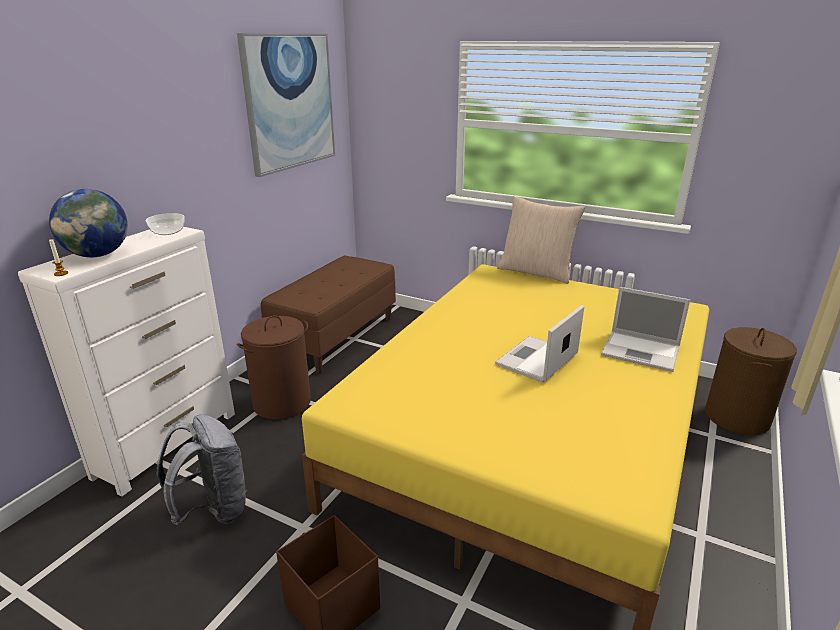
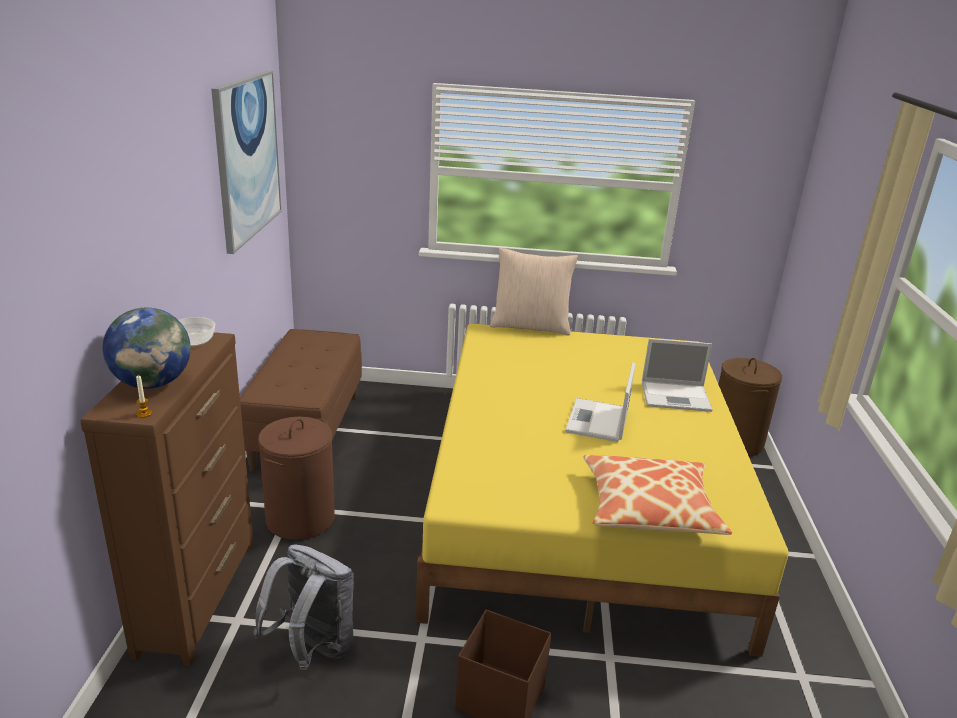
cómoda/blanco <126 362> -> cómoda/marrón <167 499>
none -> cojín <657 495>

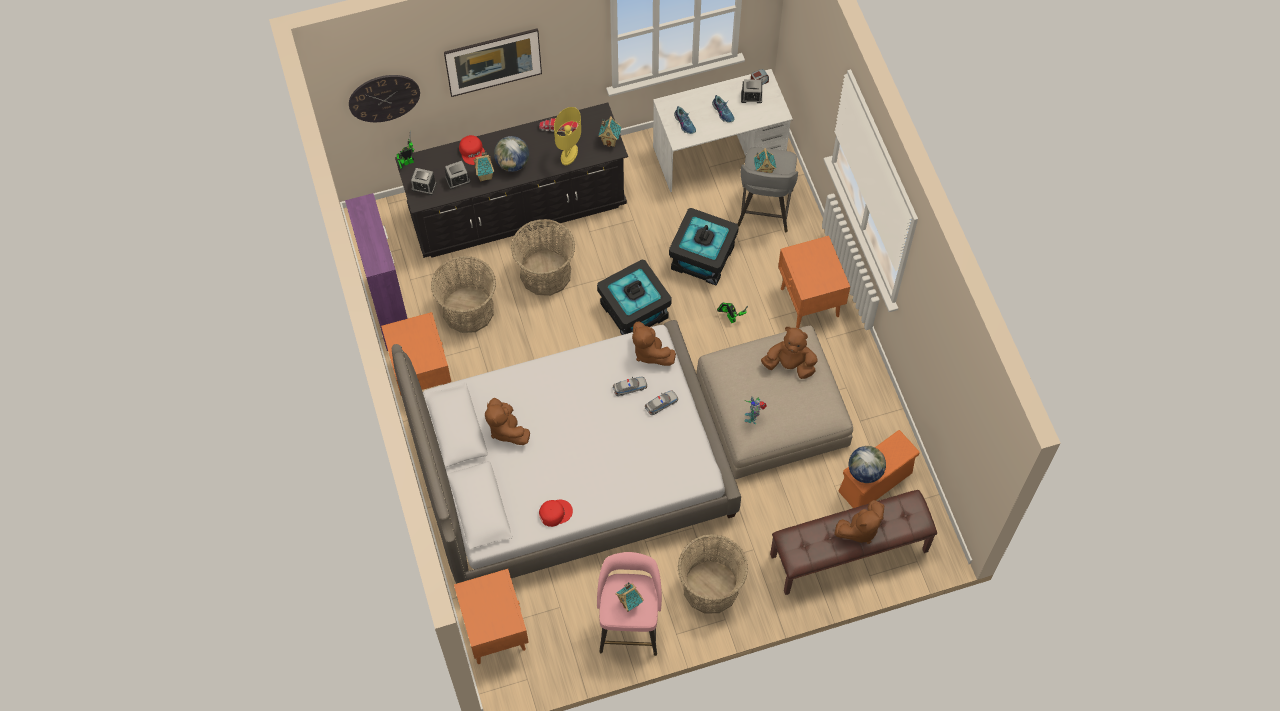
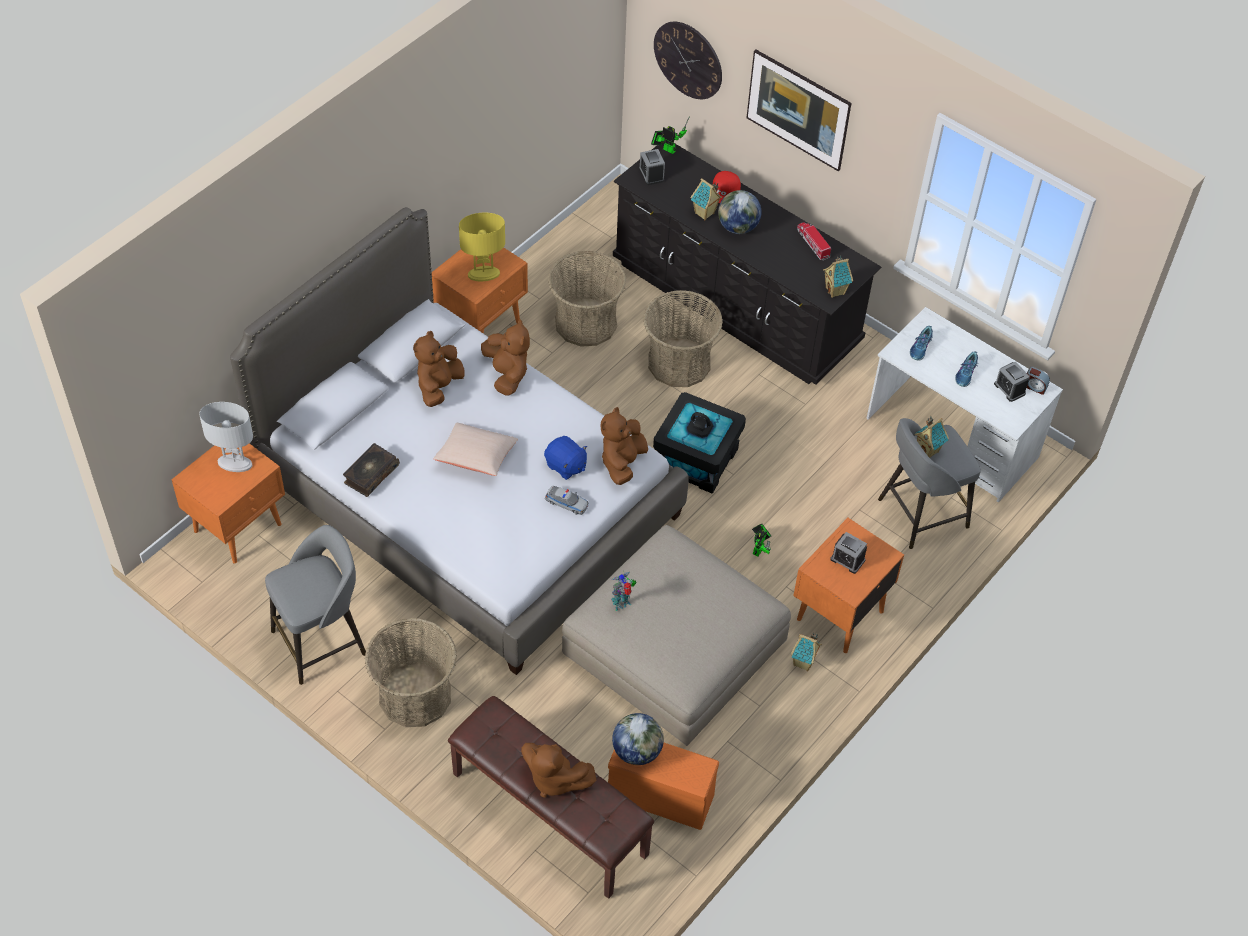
none -> lámpara de mesa/blanco <226 437>
taburete/rosa <629 604> -> taburete/gris <315 605>
gorra/rojo <556 513> -> libro <371 470>
none -> cojín/beis <476 449>
lámpara de mesa/amarillo <567 136> -> lámpara de mesa/amarillo <482 247>, move
peluche/marrón <789 353> -> peluche/marrón <505 357>, move
coche de juguete <630 386> -> peluche/azul <565 458>
casita <630 597> -> casita <806 652>, move
despertador <457 175> -> despertador <848 553>, move
armario/morado <376 272> -> none
caja de almacenaje/negro <704 247> -> none

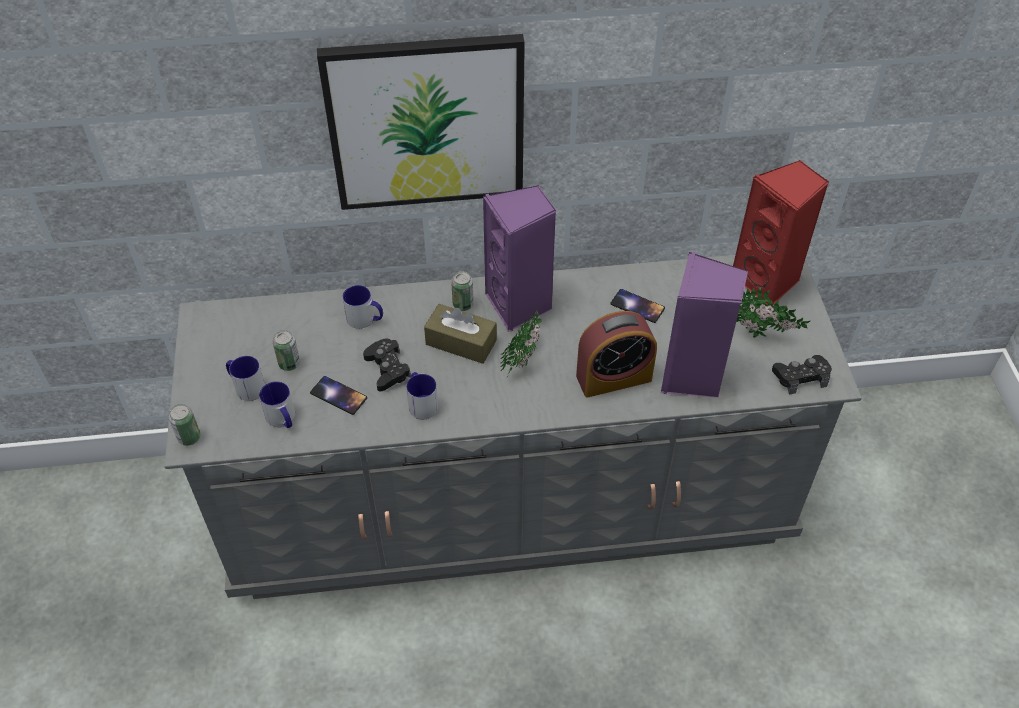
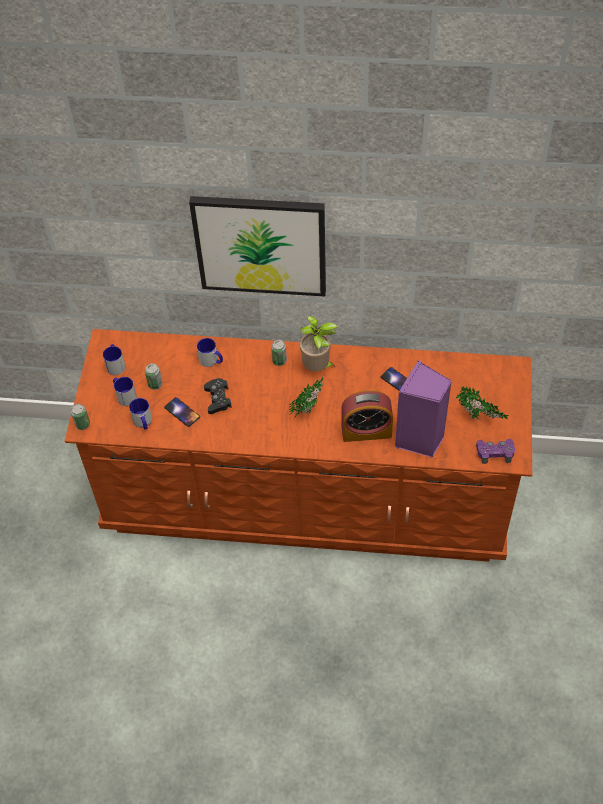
cómoda/gris <513 427> -> cómoda/marrón <298 445>
taza grande <422 395> -> taza grande <114 359>, move
altavoz/morado <520 258> -> planta en maceta <319 344>
mando de consola/negro <802 375> -> mando de consola/morado <495 451>
caja de pañuelos/marrón <460 334> -> none
altavoz/rojo <781 233> -> none

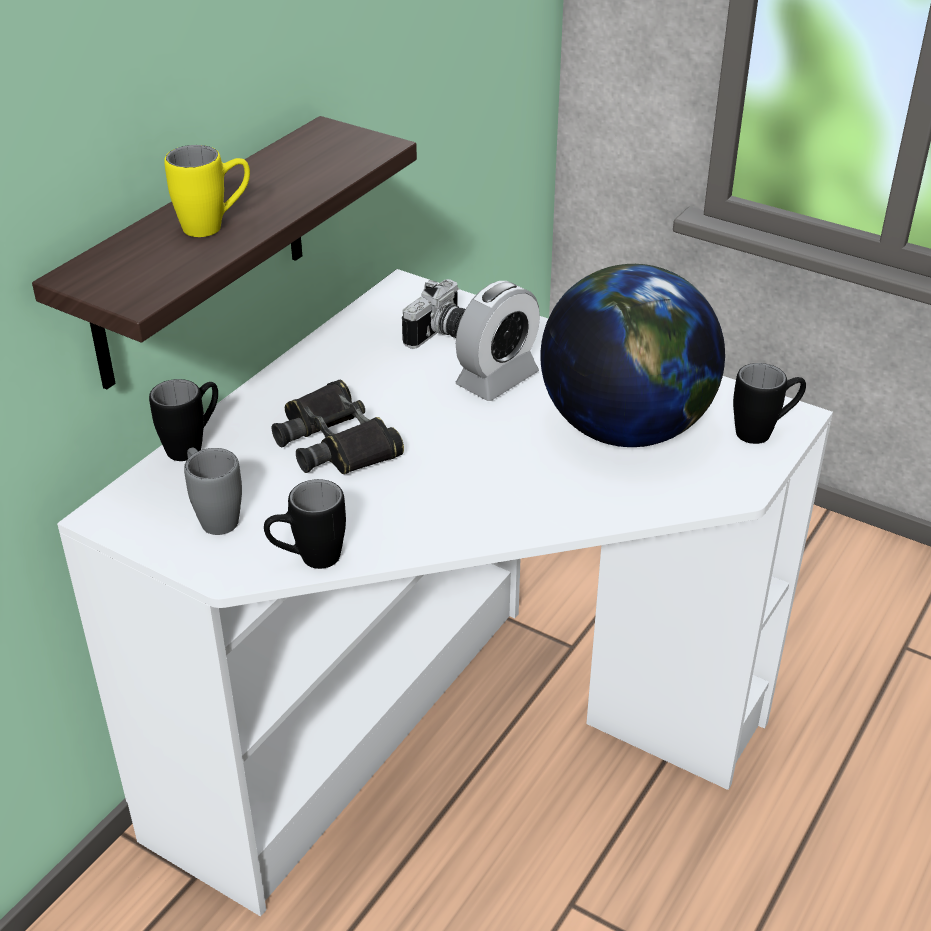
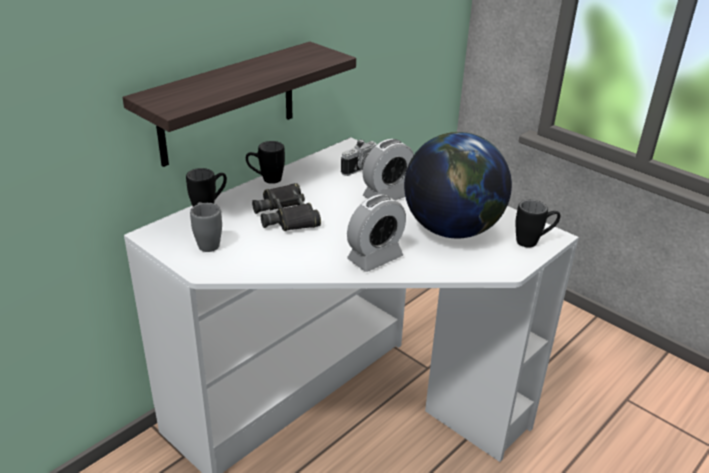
taza grande/negro <305 524> -> taza grande/negro <265 162>, move
none -> despertador <376 233>
taza grande/amarillo <207 191> -> none

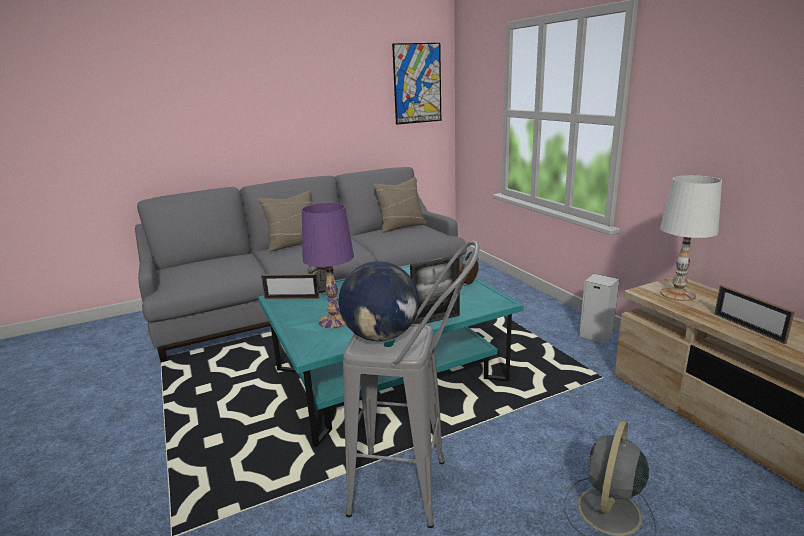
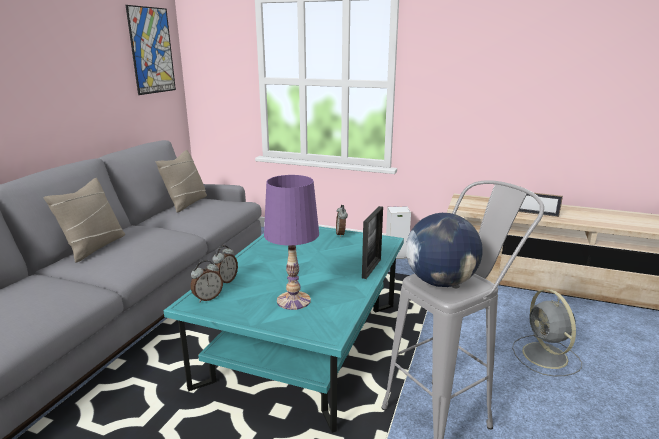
portarretratos <290 286> -> despertador <207 281>
lámpara de mesa/blanco <691 238> -> none

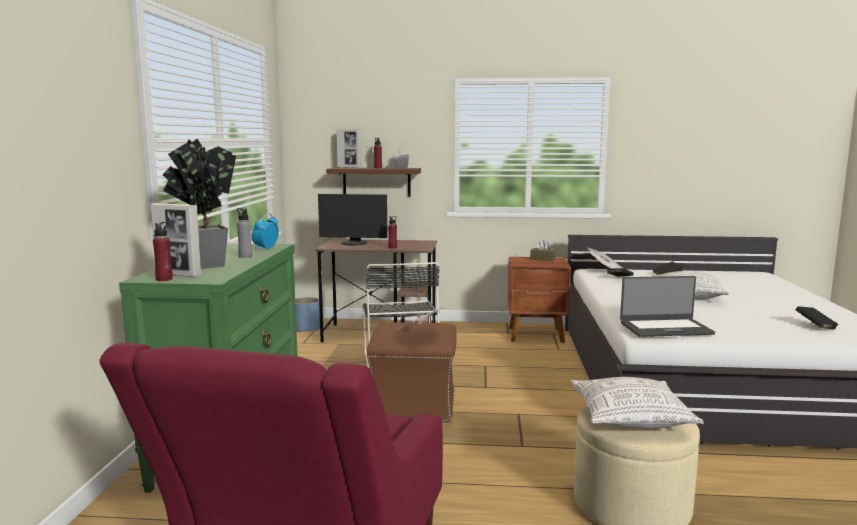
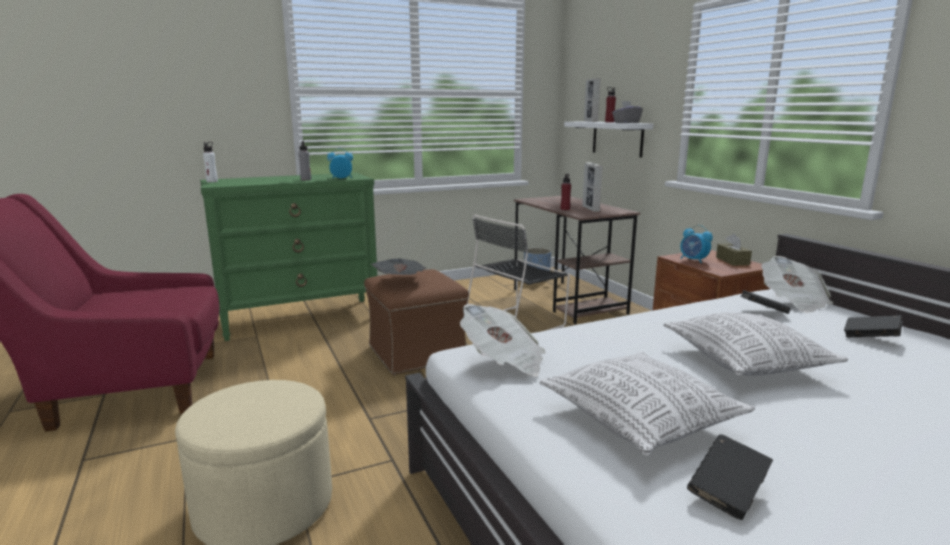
botella/rojo <163 251> -> botella/blanco <210 162>
portátil <667 306> -> periódico <502 340>
cojín <637 403> -> cojín <647 404>, move
estante/marrón <373 182> -> estante/blanco <608 139>
portarretratos <176 240> -> portarretratos <592 187>, move
none -> despertador <696 244>
planta en maceta <199 204> -> none
monitor <353 219> -> none

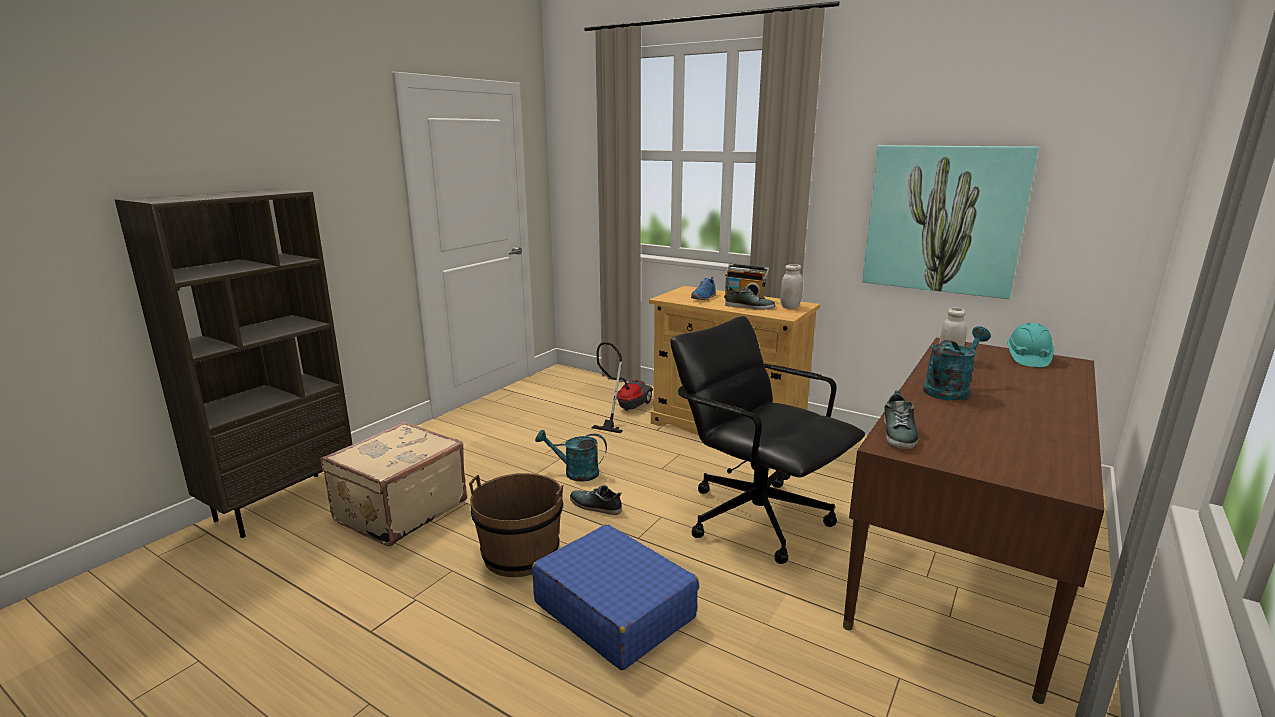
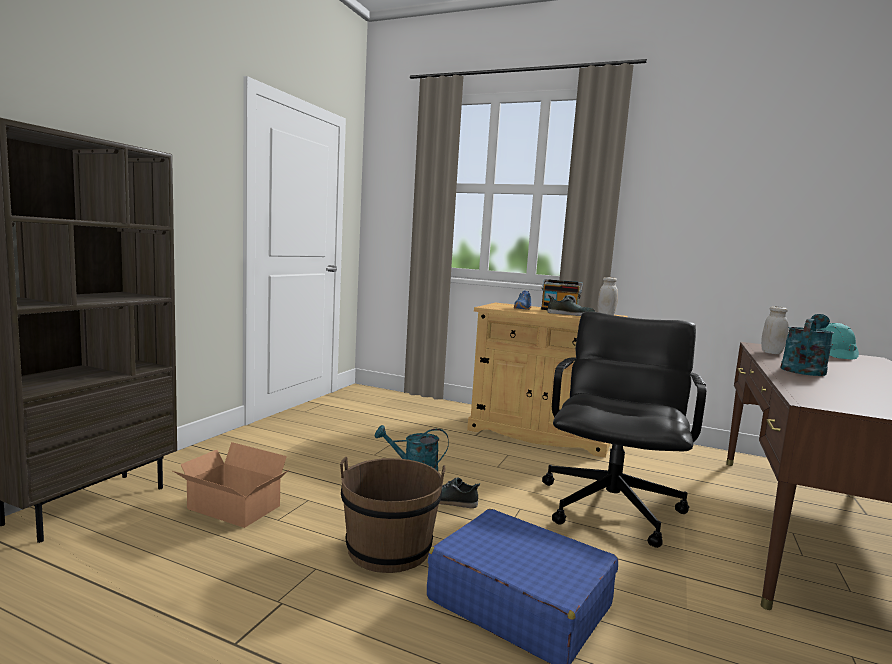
maleta/beis <394 484> -> caja de cartón <231 485>
silla de oficina/negro <768 440> -> silla de oficina/negro <624 430>, 75 degrees clockwise
aspiradora <622 387> -> none
cuadro <950 222> -> none
zapato <901 419> -> none

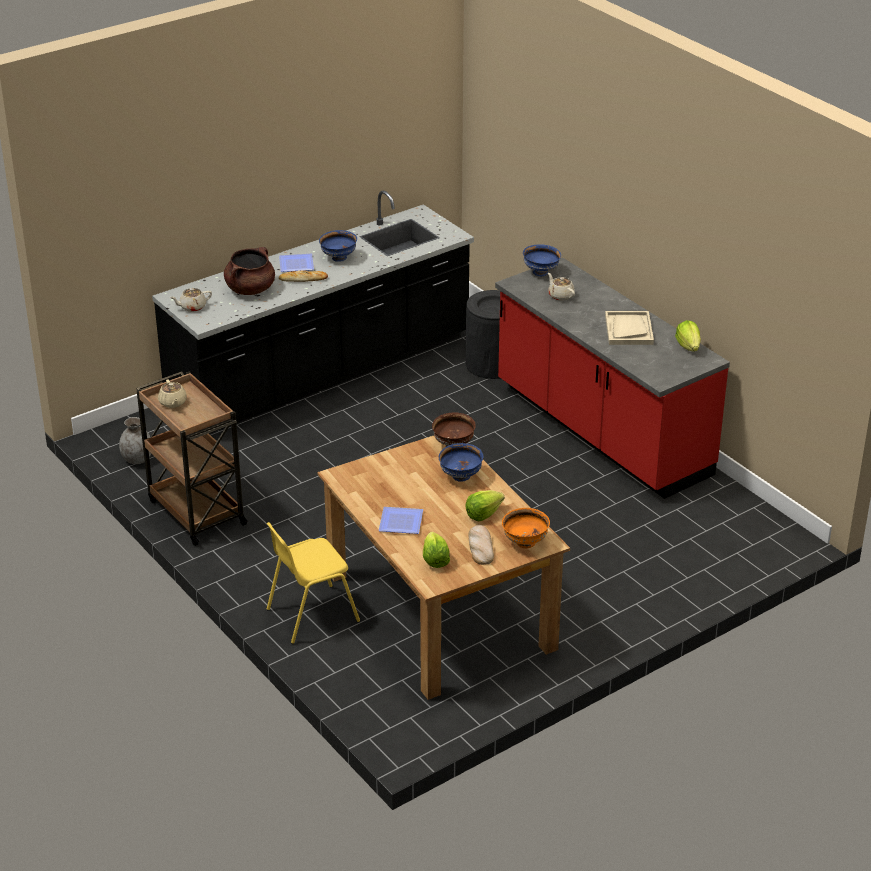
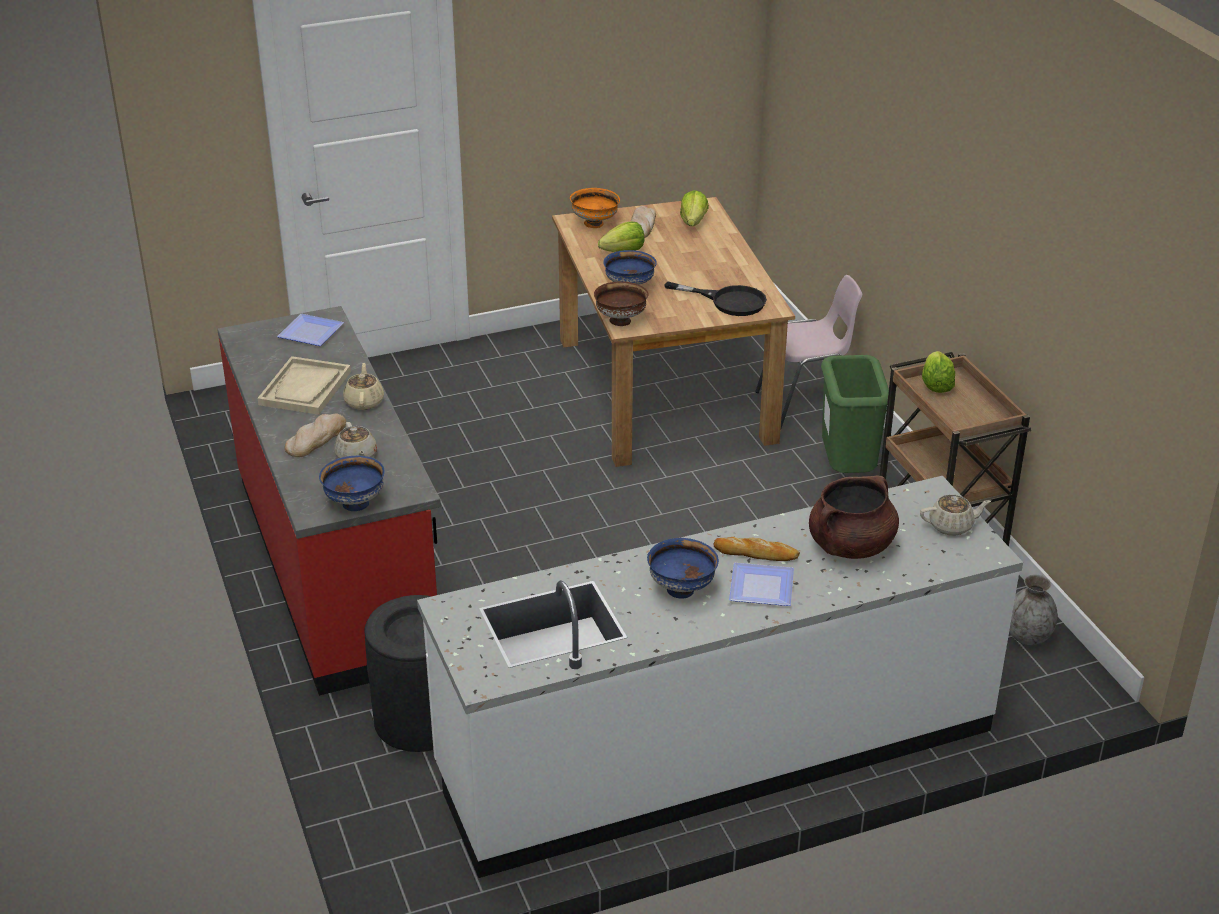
plato <401 520> -> plato <310 330>, move
none -> pan <315 435>
tetera/beis <172 393> -> tetera/beis <363 386>, move
mueble bajo de cocina/negro <313 312> -> mueble bajo de cocina/blanco <720 677>
none -> sartén/negro <715 299>
silla/amarillo <313 583> -> silla/rosa <808 351>
none -> papelera/verde <855 414>
lechuga <688 335> -> lechuga <938 372>, move

